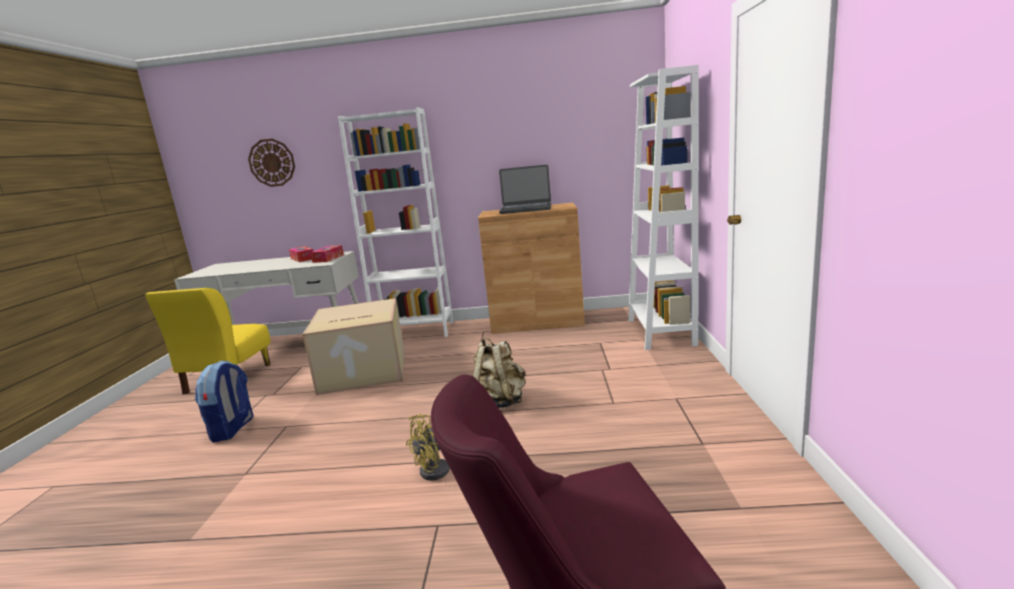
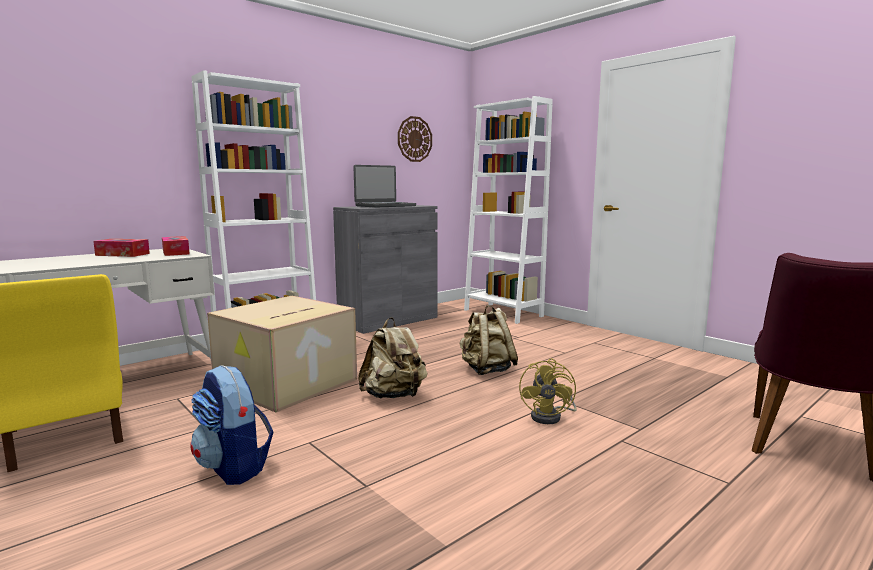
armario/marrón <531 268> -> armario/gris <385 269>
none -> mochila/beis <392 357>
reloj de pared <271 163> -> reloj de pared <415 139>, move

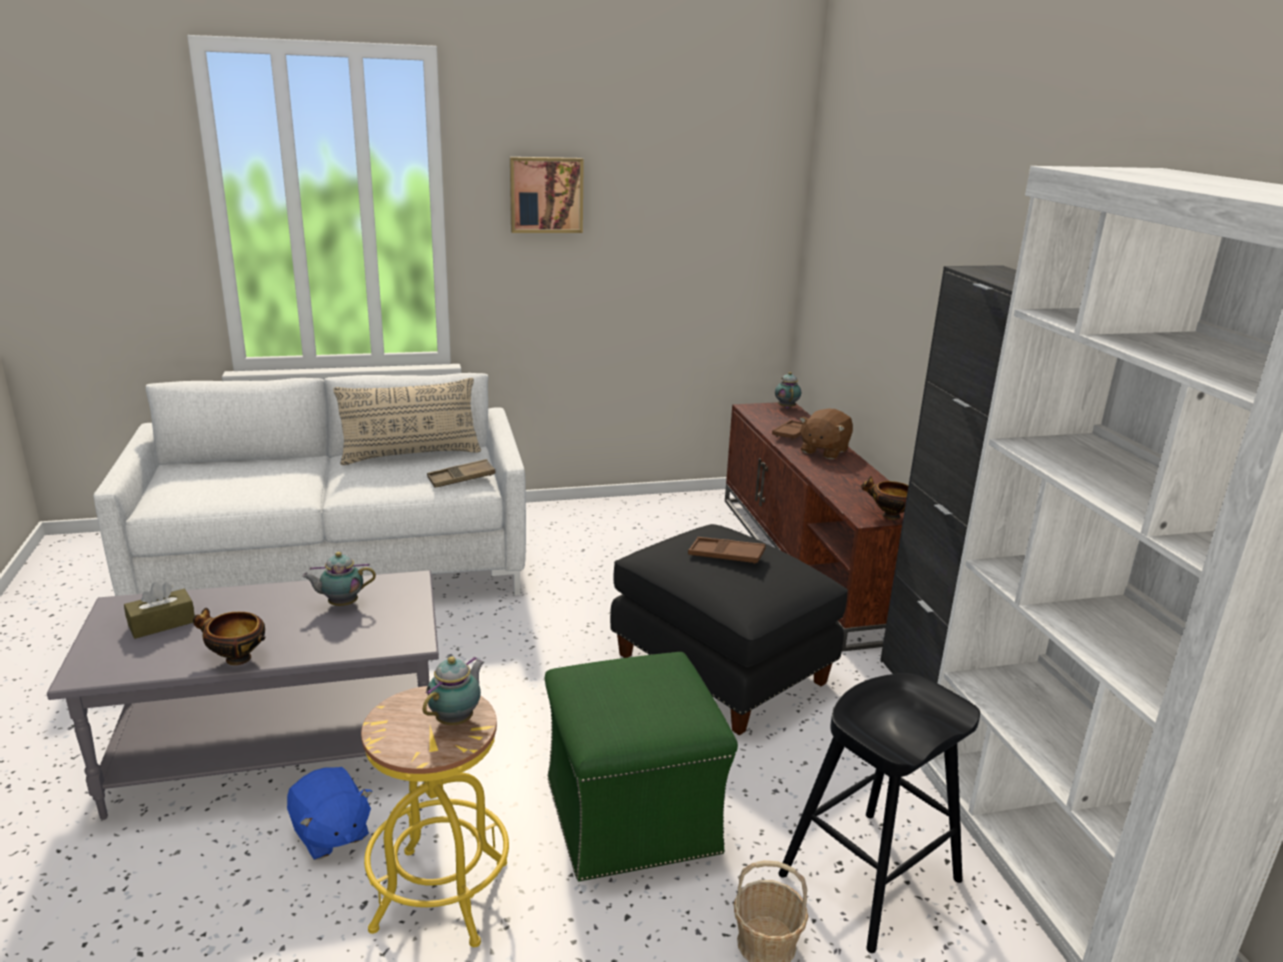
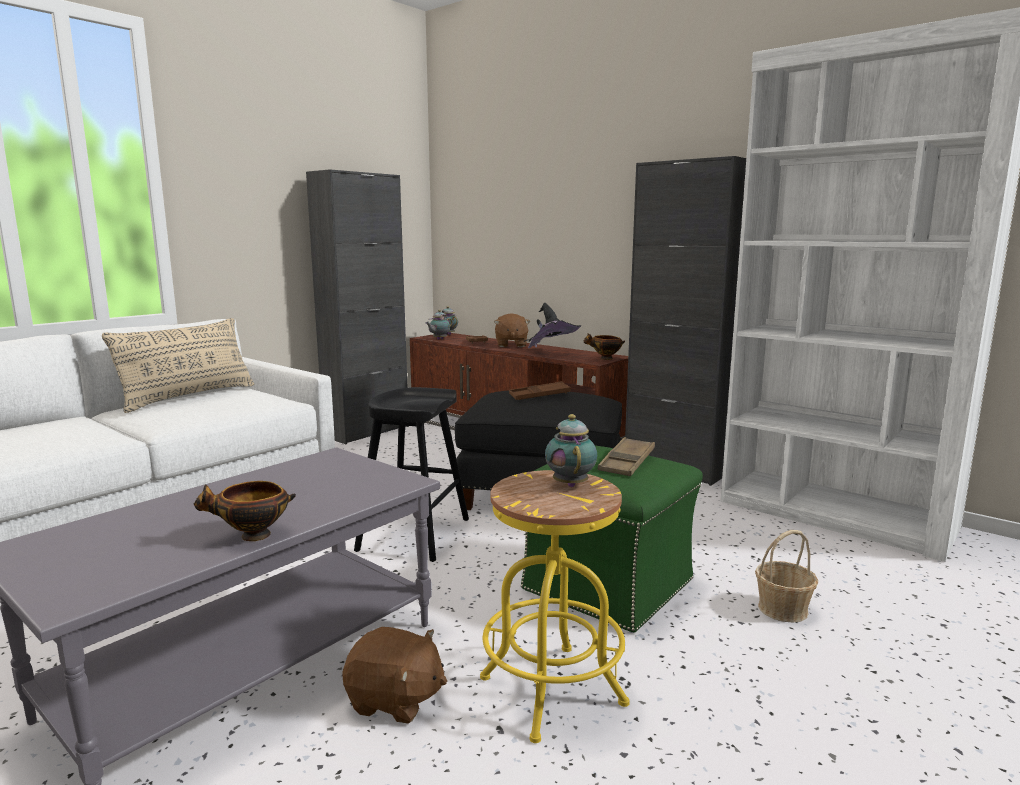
none -> armario/negro <357 306>
peluche/azul <330 813> -> peluche/marrón <395 675>
taburete/negro <879 813> -> taburete/negro <411 474>, move
tetera <339 579> -> tetera <438 325>, move
none -> sombrero/negro <552 325>
bandeja/marrón <461 473> -> bandeja/marrón <626 456>, move
caja de pañuelos/marrón <159 610> -> none
cuadro <547 195> -> none

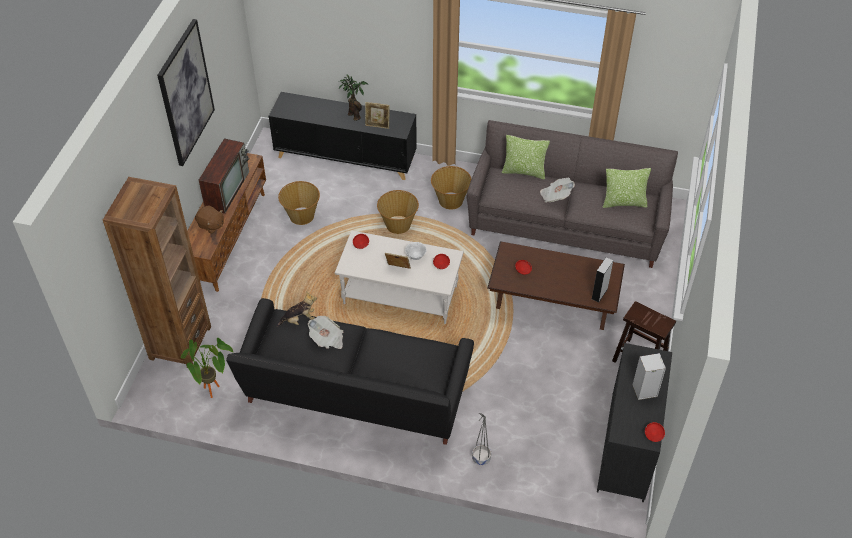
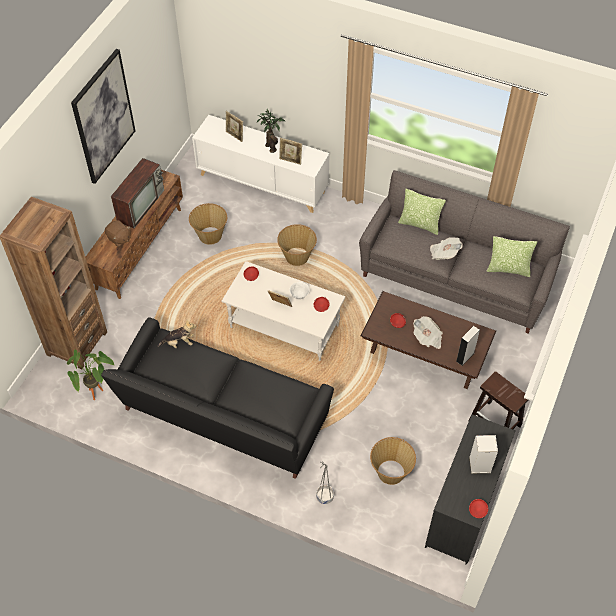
armario/negro <343 136> -> armario/blanco <261 164>
none -> portarretratos <234 126>
cesta <451 188> -> cesta <393 461>, move
periódico <325 332> -> periódico <428 332>, move

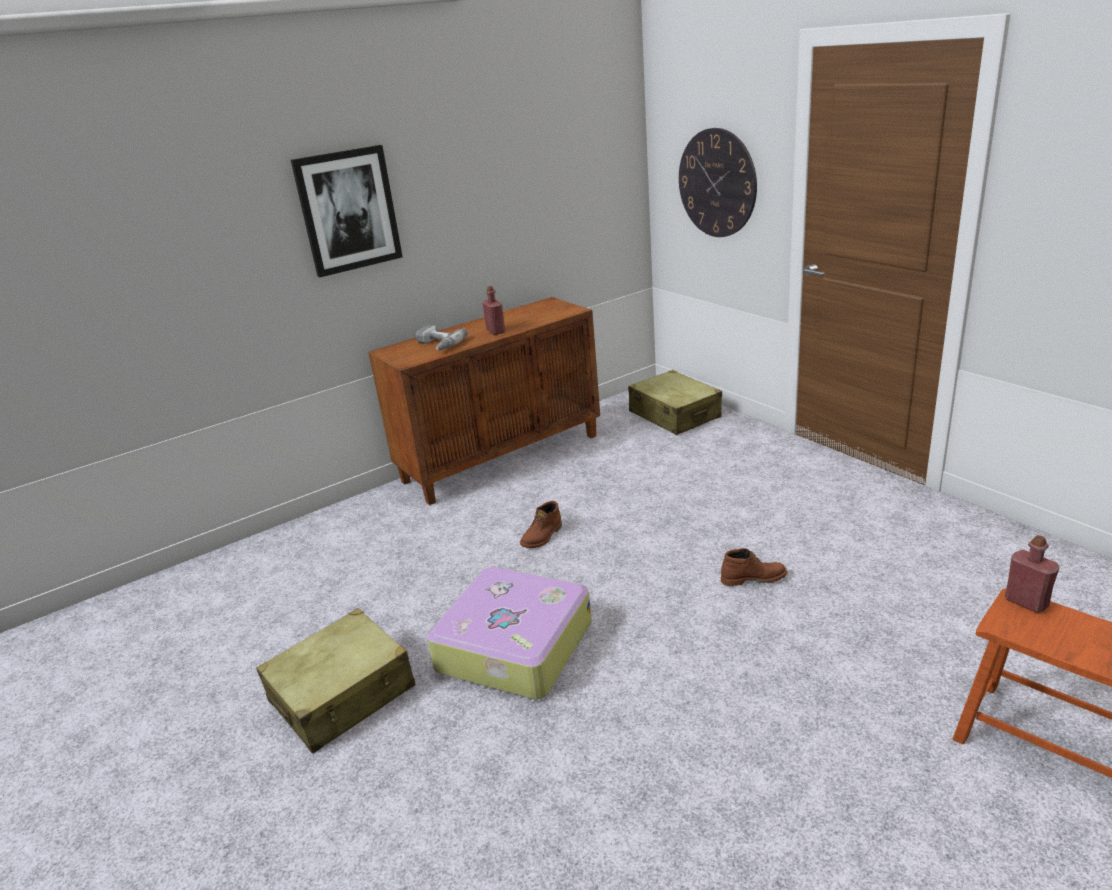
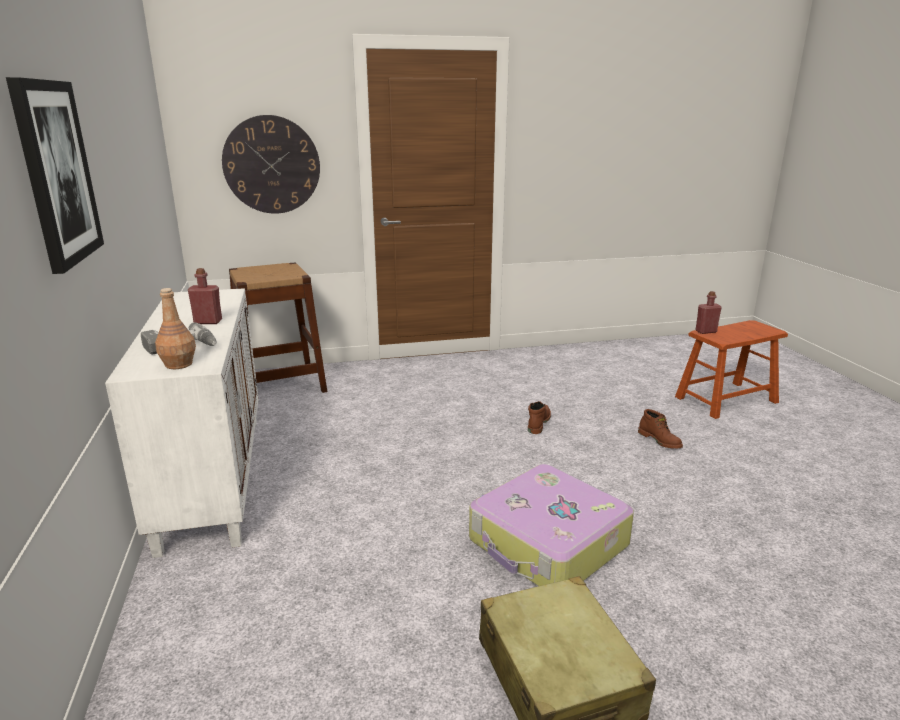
armario/marrón <484 401> -> armario/blanco <182 423>
none -> botella/marrón <175 328>
maleta/beis <675 402> -> taburete/marrón <278 327>
bota/marrón <541 524> -> bota/marrón <660 429>, move

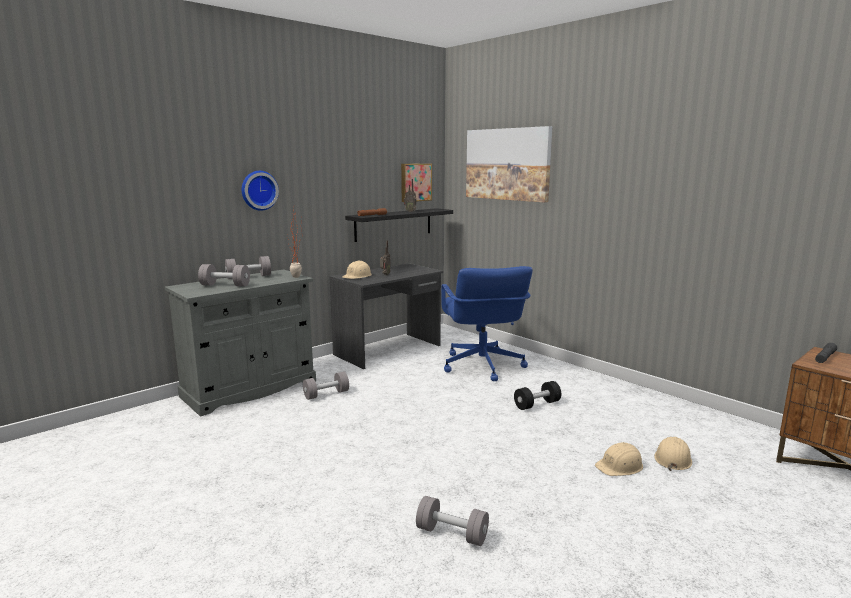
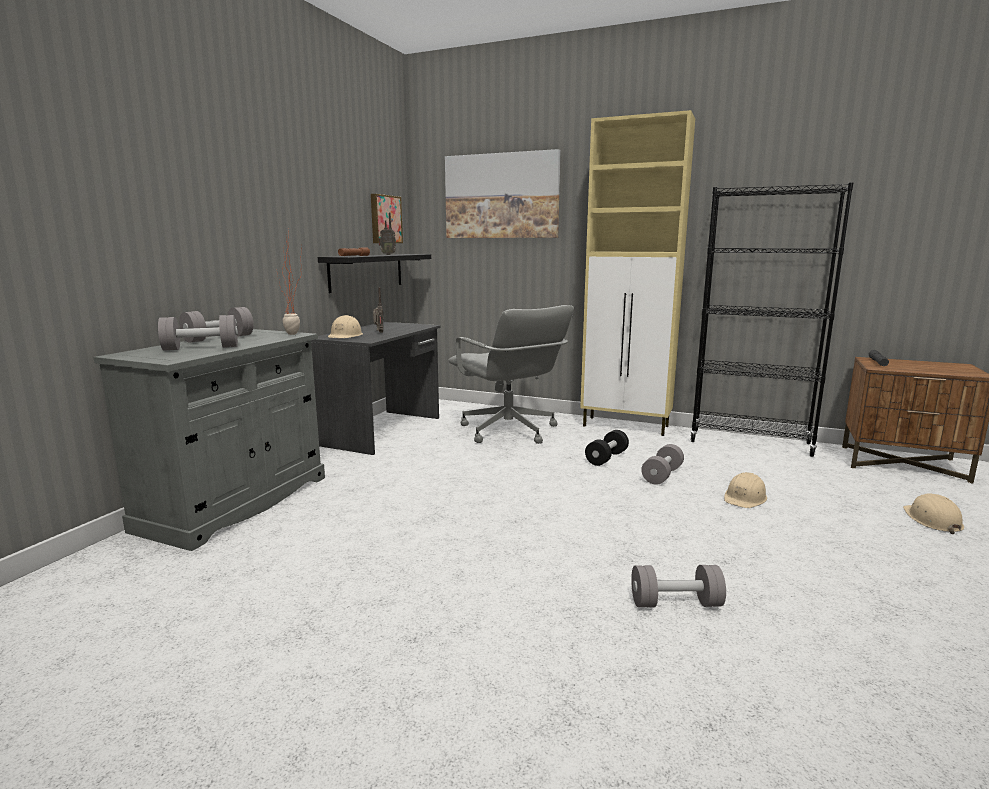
silla de oficina/azul <487 323> -> silla de oficina/gris <511 374>
none -> armario/beis <637 273>
mancuerna/gris <326 386> -> mancuerna/gris <662 464>, move
none -> estantería/negro <772 320>
casco/beis <673 454> -> casco/beis <933 514>, move
reloj de pared <260 191> -> none

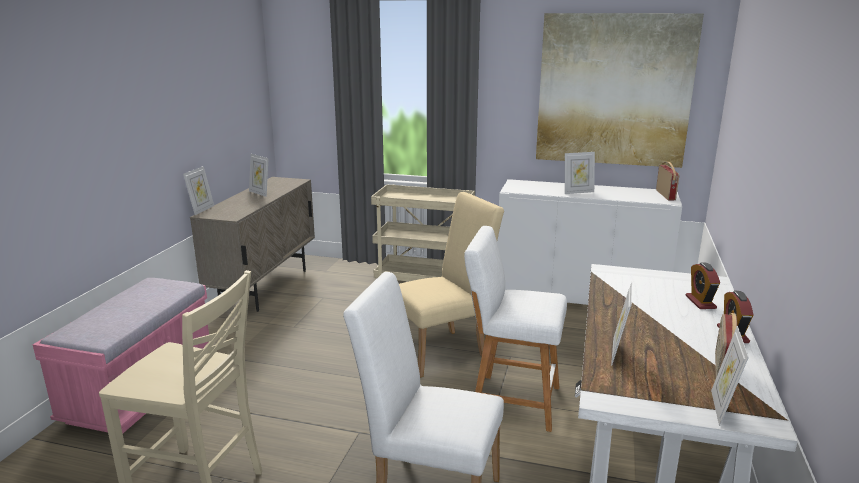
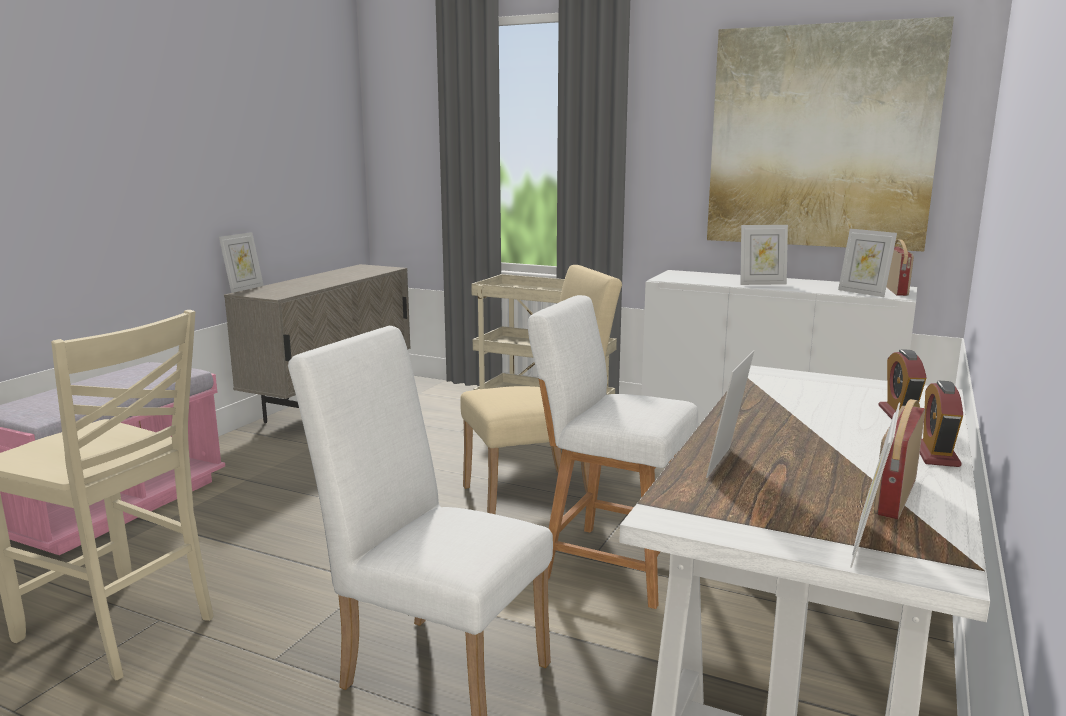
portarretratos <259 175> -> portarretratos <867 263>, move

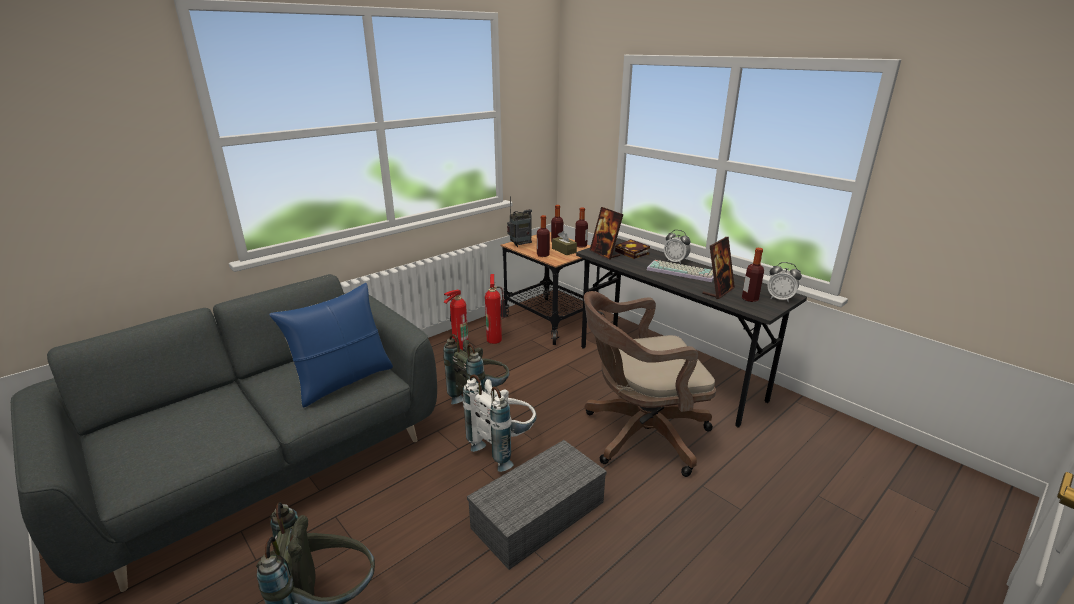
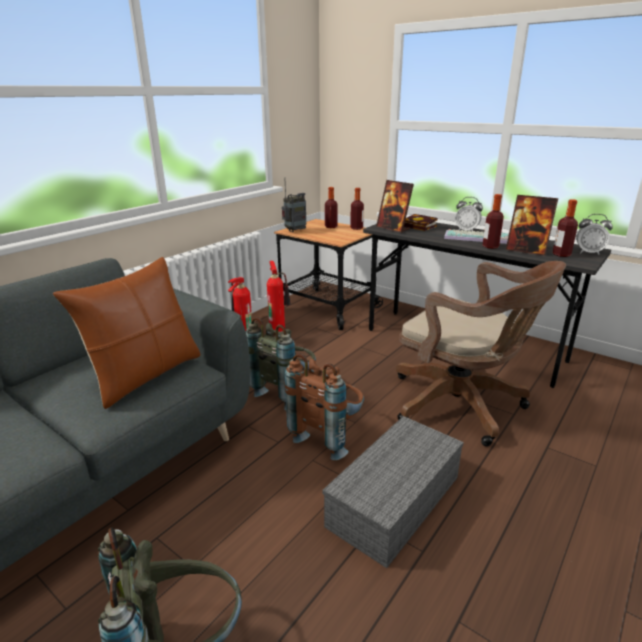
cojín/azul <331 345> -> cojín/marrón <127 333>
mochila/blanco <500 423> -> mochila/marrón <324 406>
silla de oficina/marrón <650 384> -> silla de oficina/marrón <481 354>, 120 degrees counterclockwise
botella <543 236> -> botella <493 221>, move
portarretratos <718 268> -> portarretratos <532 225>, 90 degrees clockwise
caja de pañuelos/marrón <564 243> -> none

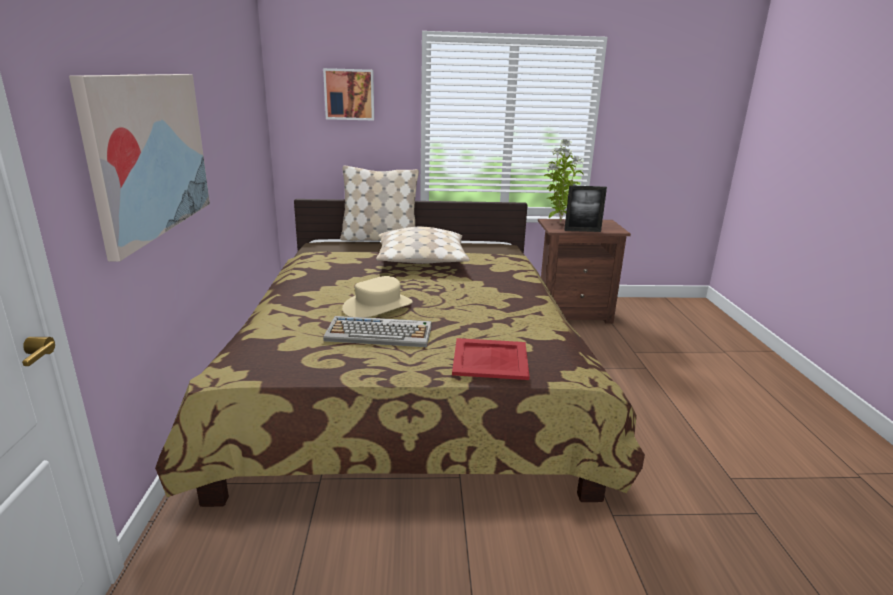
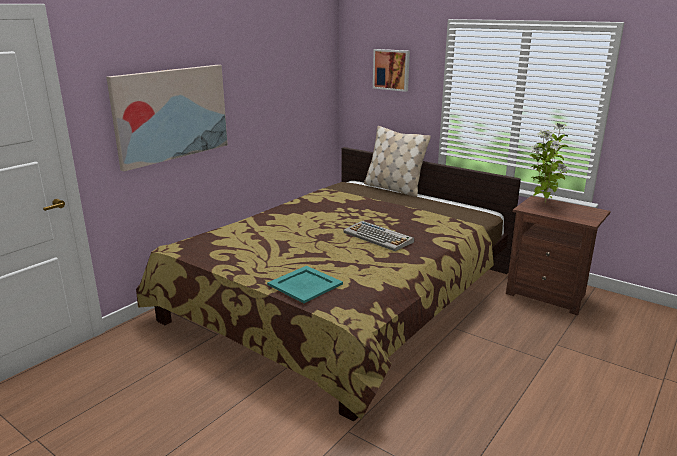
bandeja/rojo <491 359> -> bandeja/turquesa <305 284>
teclado <377 331> -> teclado <379 236>, move
sombrero/beis <377 297> -> none
cojín/beis <423 245> -> none
portarretratos <586 208> -> none

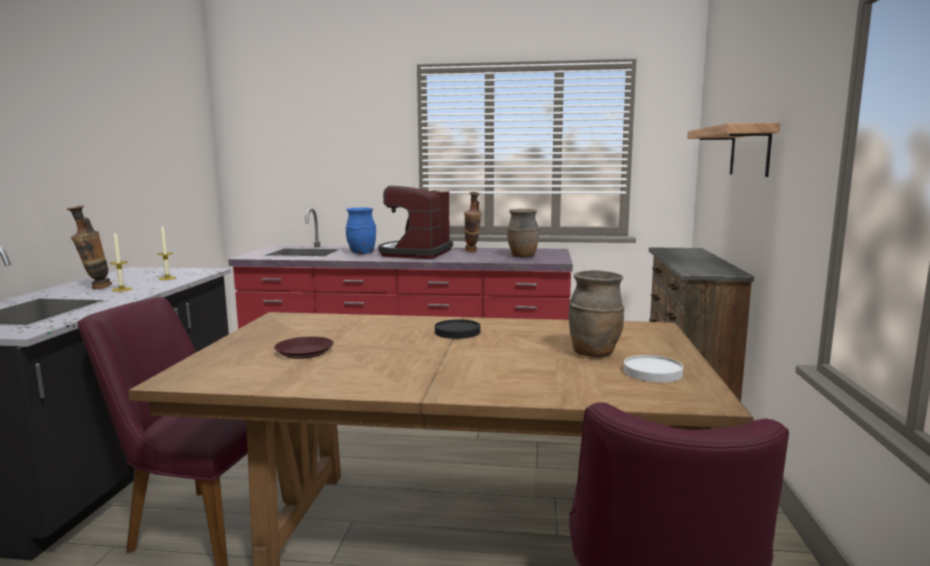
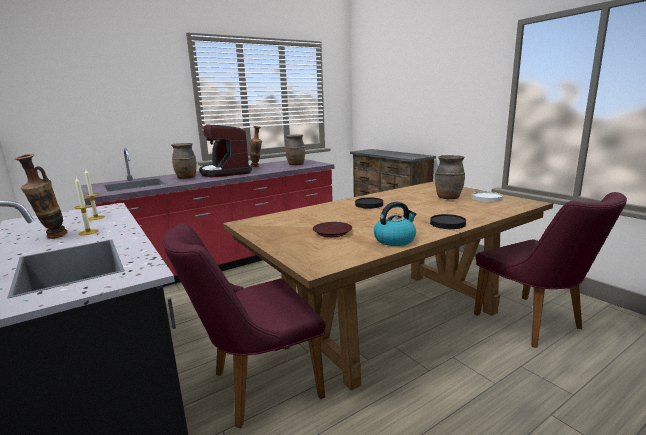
florero/azul <361 230> -> florero/marrón <184 161>
none -> hervidor <395 224>
none -> plato/negro <448 221>
estante <733 150> -> none

